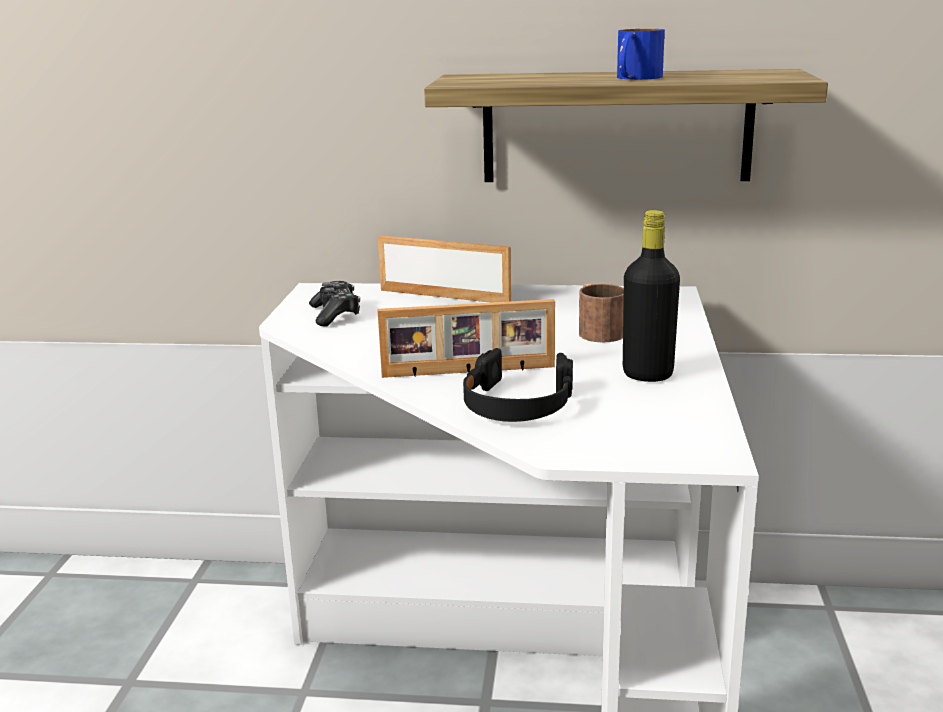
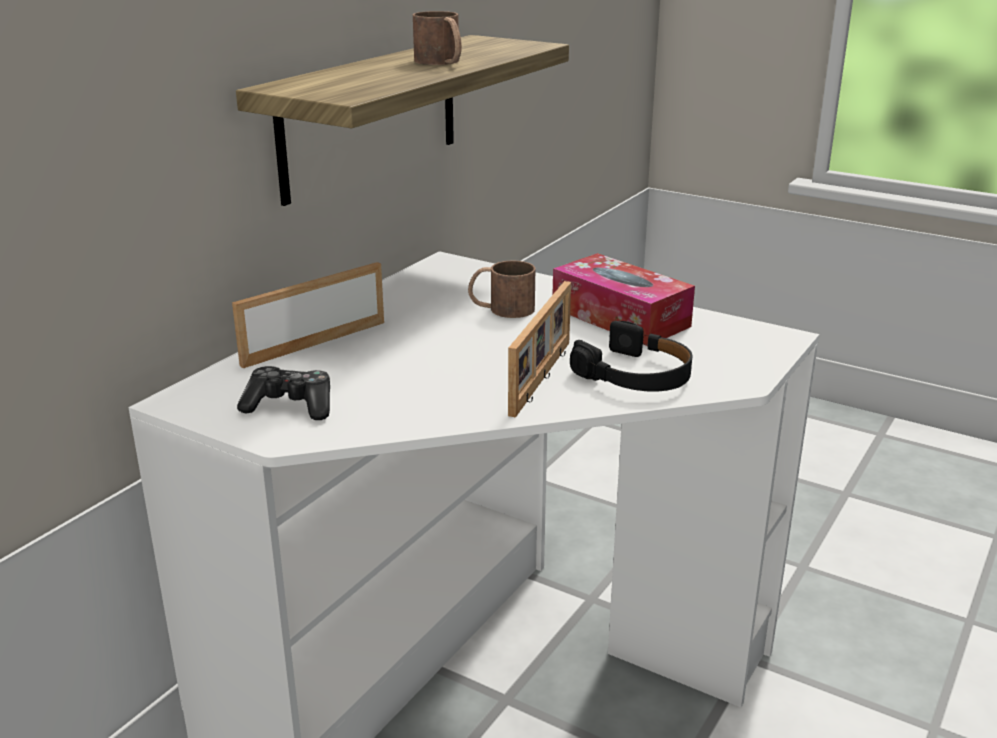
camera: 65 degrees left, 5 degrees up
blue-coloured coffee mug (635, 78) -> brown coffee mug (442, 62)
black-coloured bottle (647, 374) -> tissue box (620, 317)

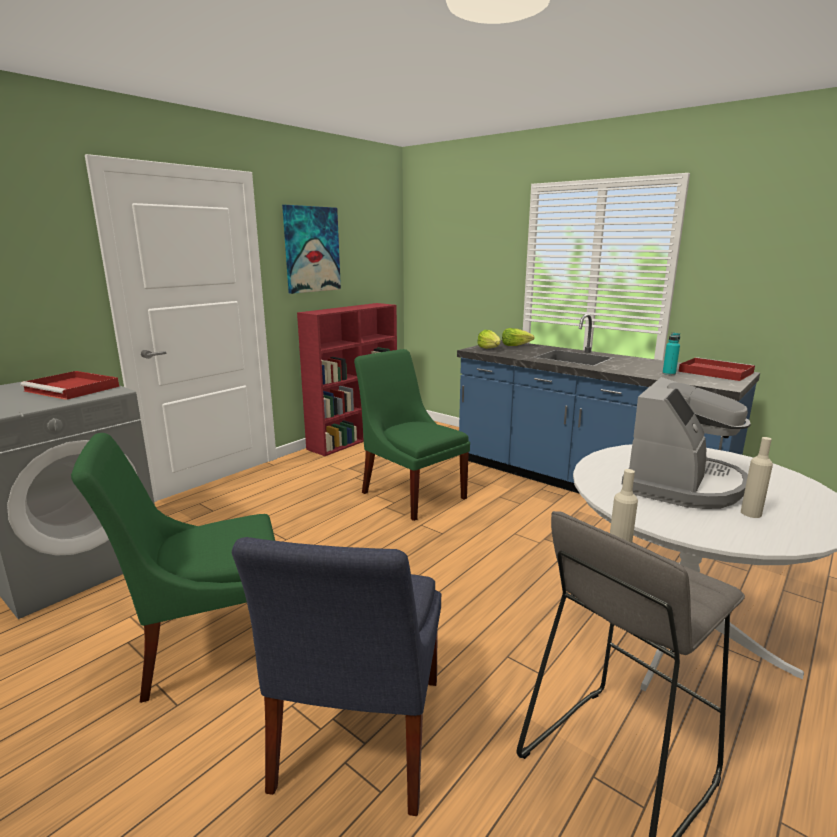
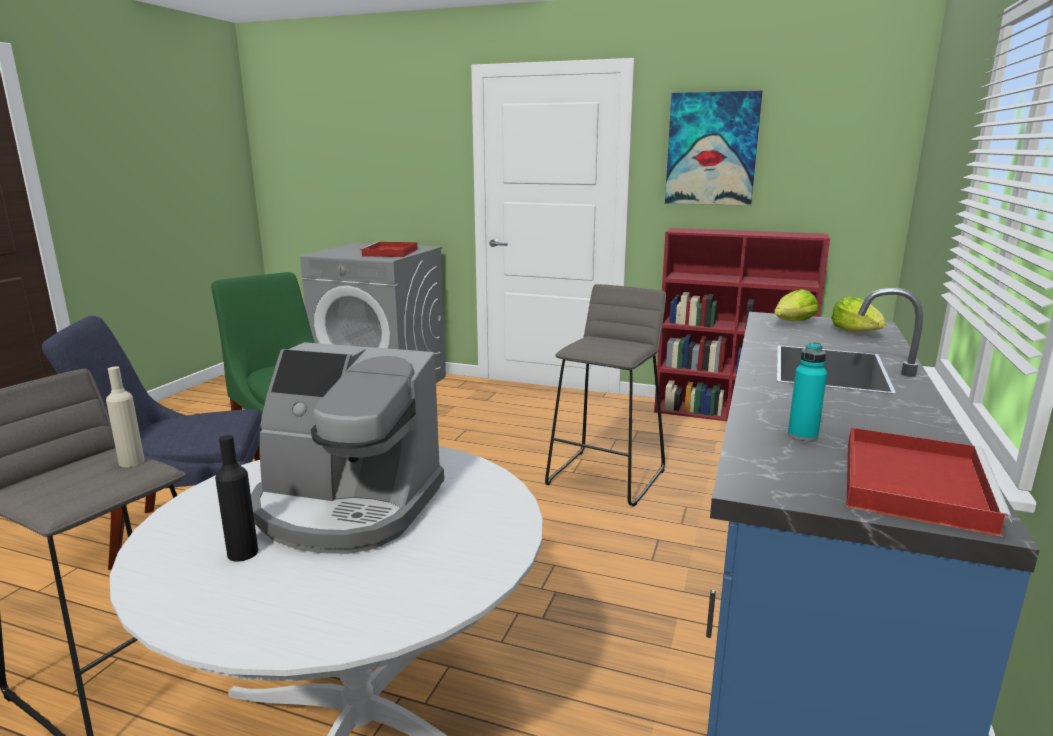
camera: 70 degrees right, 0 degrees up
greenish upright chair (411, 493) -> greyish sitting stool (606, 477)
beige-coloured bottle (751, 513) -> black-coloured bottle (243, 553)

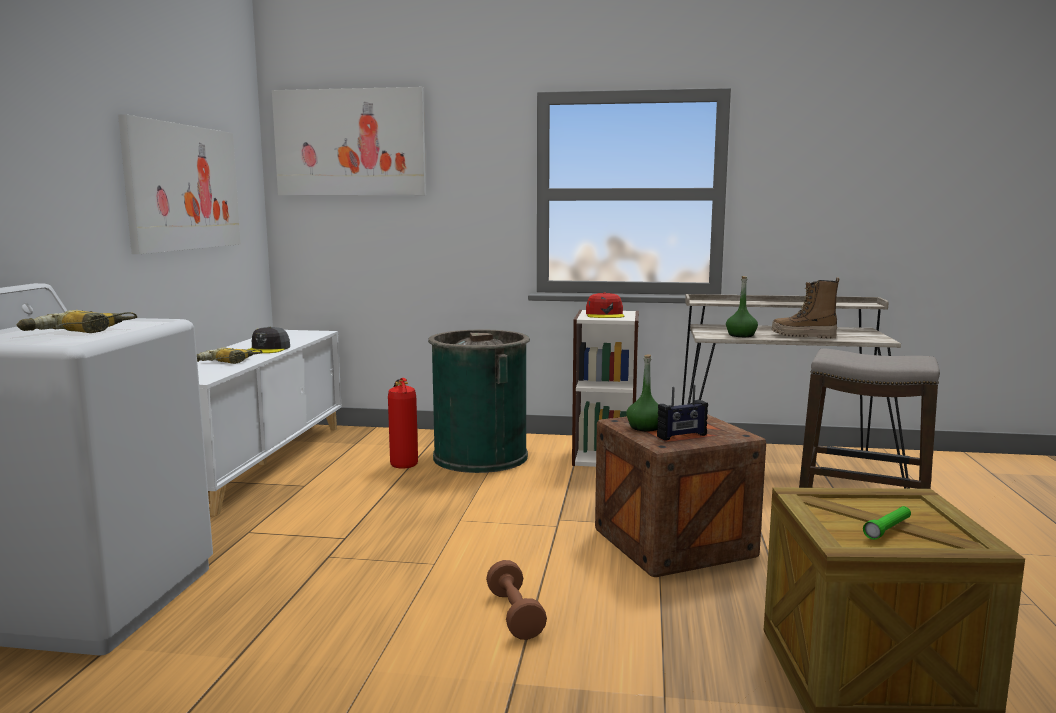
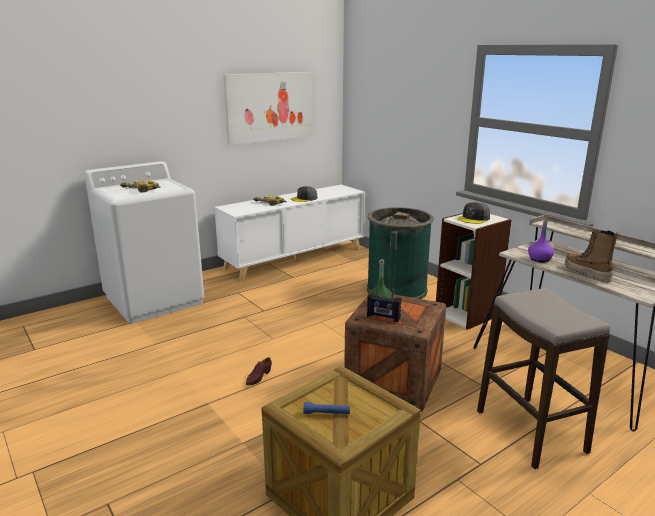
camera: 45 degrees right, 10 degrees up
wall picture (350, 143) -> none
fire-fighting cylinder (402, 459) -> none
brown hand weight (515, 615) -> brown shoe (258, 377)
red baseball cap (605, 315) -> greyish baseball cap (474, 218)
greenish bottle (741, 335) -> purplish bottle (539, 259)
greenish flashlight (887, 529) -> blue-coloured flashlight (326, 413)

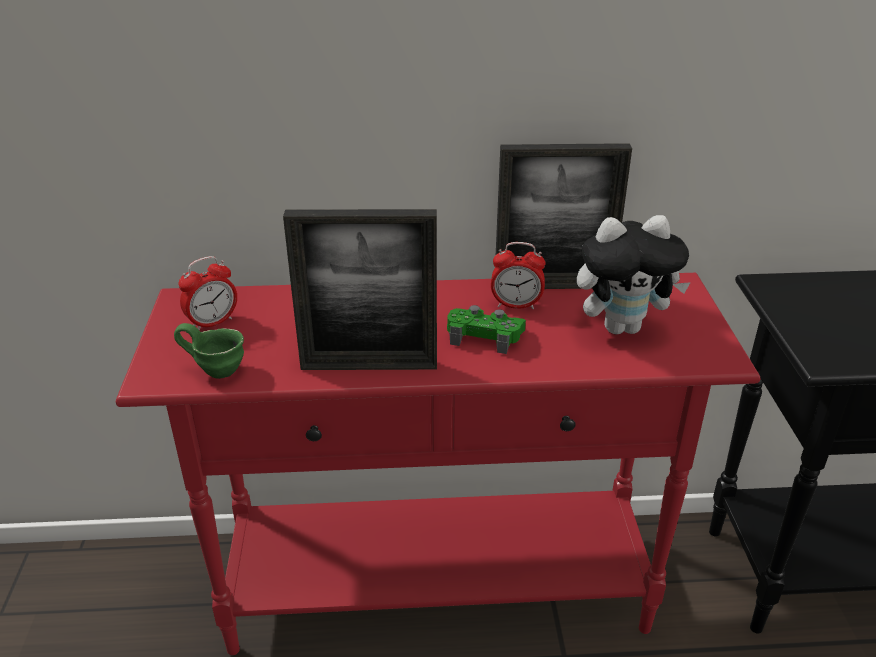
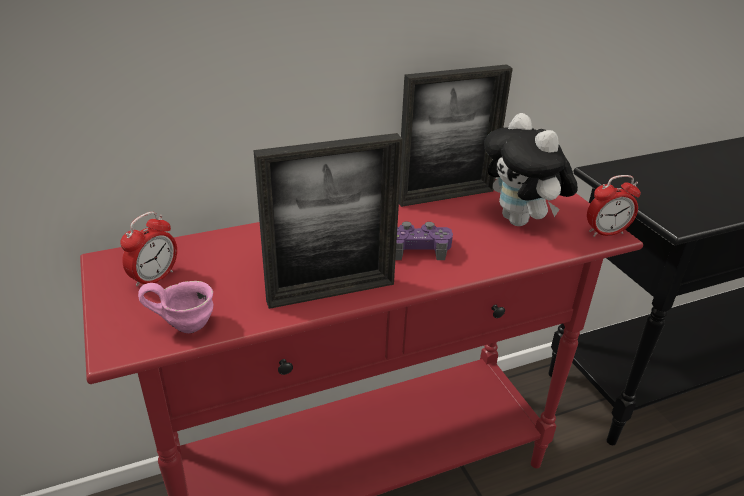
camera: 20 degrees left, 0 degrees up
greenish coffee mug (218, 370) -> pinkish coffee mug (185, 324)
greenish game controller (484, 336) -> purplish game controller (416, 247)
table clock (516, 305) -> table clock (606, 232), relocated
plush toy (622, 327) -> plush toy (521, 221), 90 degrees clockwise

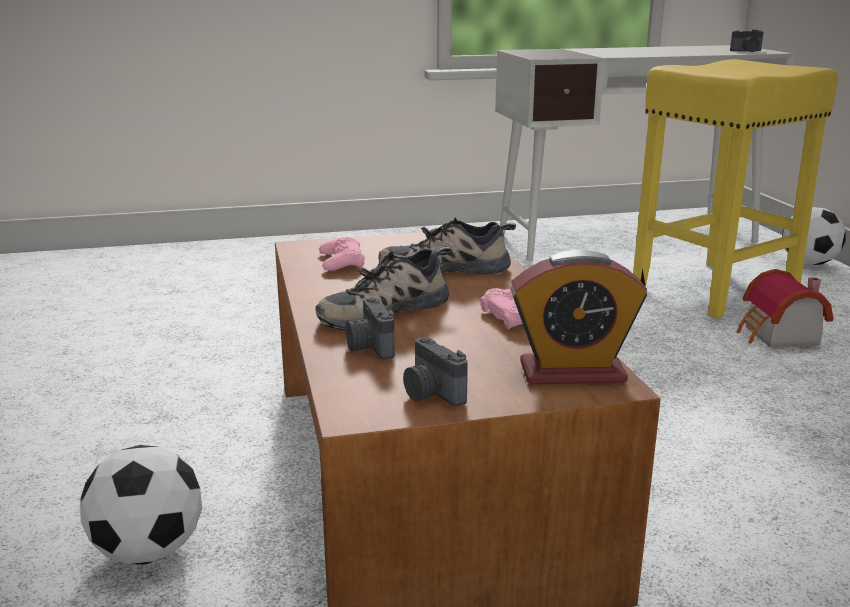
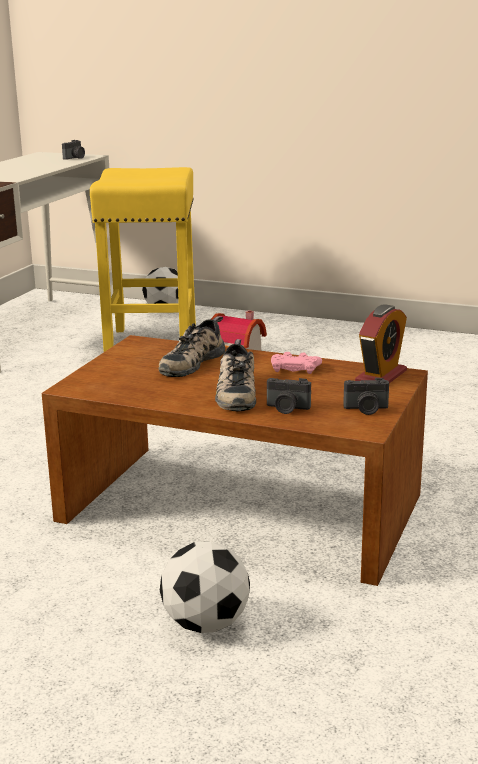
camera: 55 degrees left, 0 degrees up
pinkish game controller (341, 261) -> none

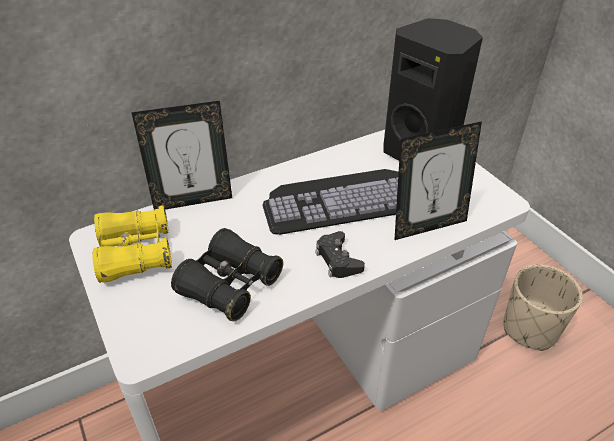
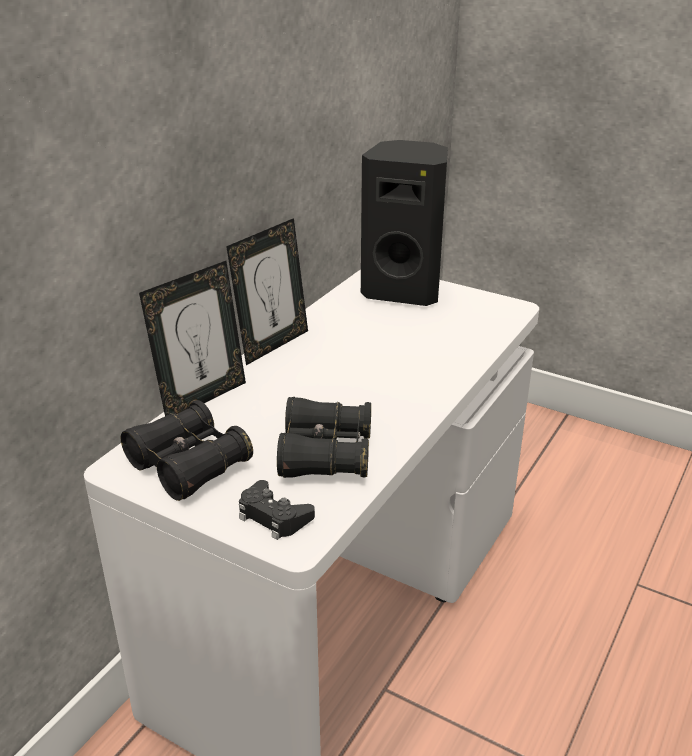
camera: 30 degrees left, 10 degrees down
yellow pair of binoculars (135, 253) -> black-coloured pair of binoculars (188, 465)
keyboard (344, 198) -> none
black-coloured game controller (338, 260) -> black-coloured game controller (273, 516), relocated
photo frame (427, 226) -> photo frame (272, 345), relocated
beige-coloured plant pot (530, 329) -> none

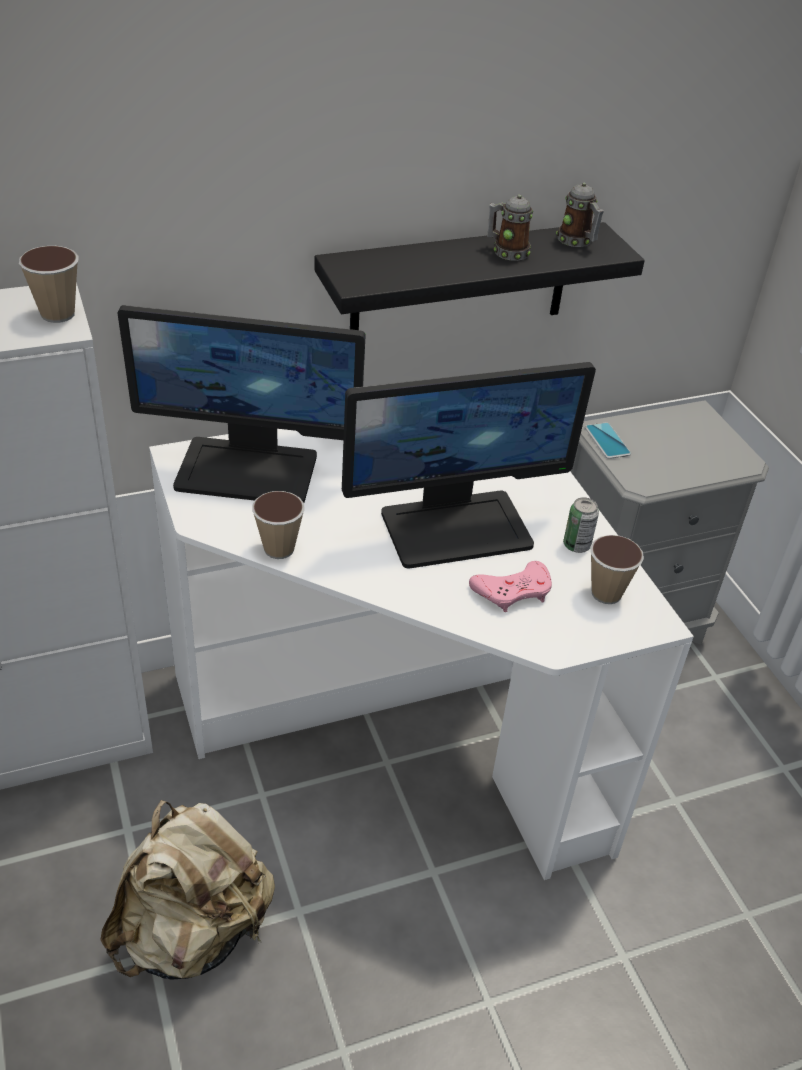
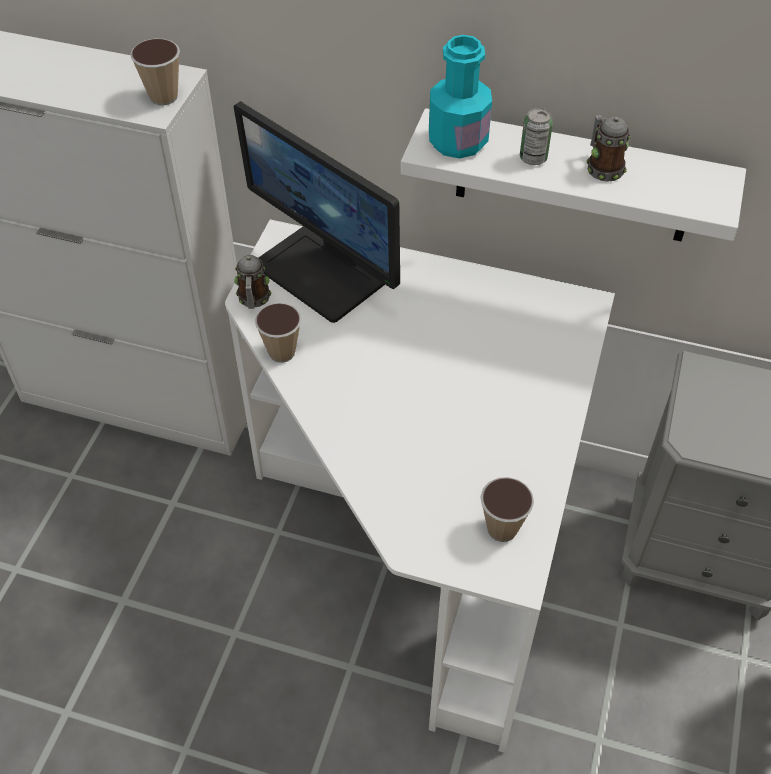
camera: 40 degrees right, 10 degrees up
beige-coloured knapsack (193, 931) -> none
black-coloured bracket shelf (460, 283) -> whitish bracket shelf (573, 178)
computer display (456, 527) -> none
pinkish game controller (513, 591) -> none
coffee mug (577, 242) -> coffee mug (253, 300), relocated
metal can (576, 545) -> metal can (533, 158), relocated
telephone (607, 441) -> none
none -> blue-green bottle (457, 141)

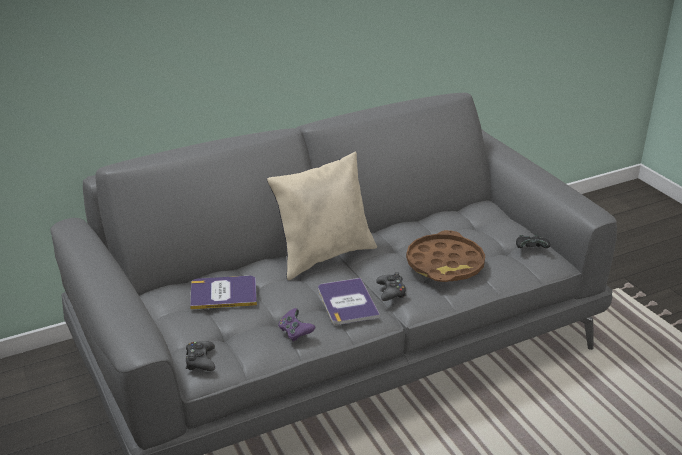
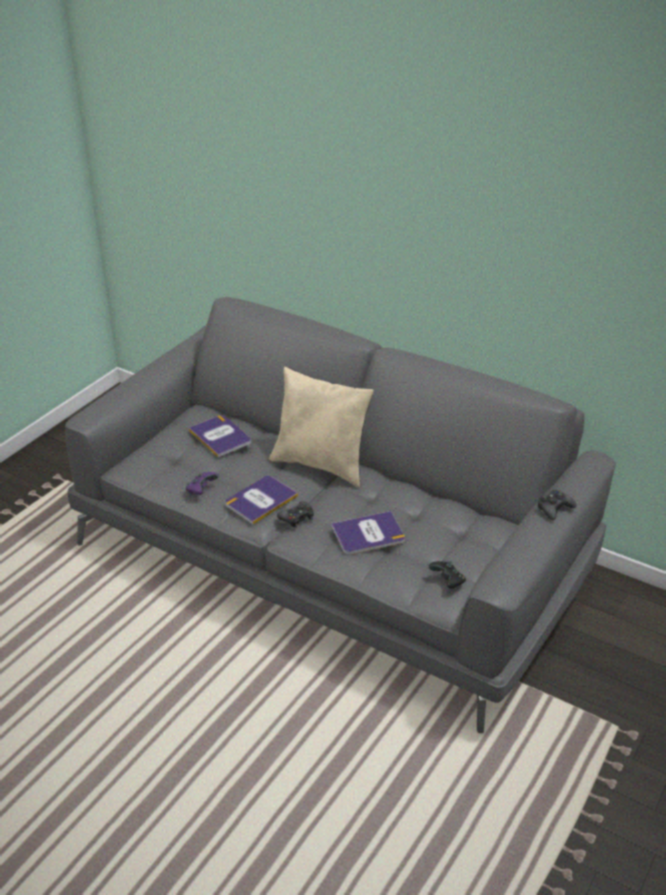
camera: 60 degrees right, 5 degrees up
black-coloured game controller (200, 361) -> black-coloured game controller (554, 508), relocated
brown tray (445, 264) -> volume (368, 534)

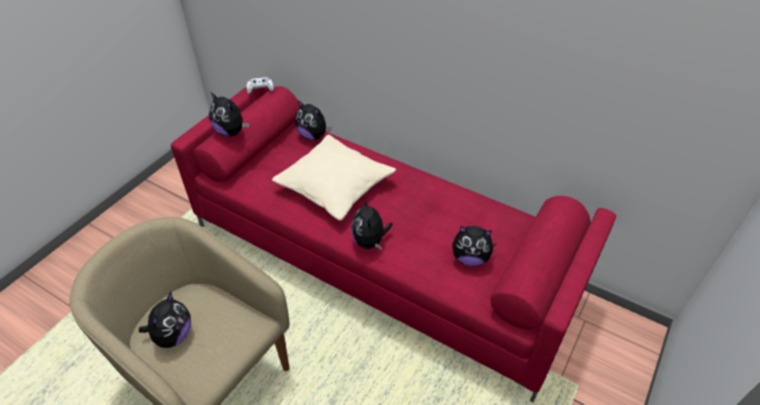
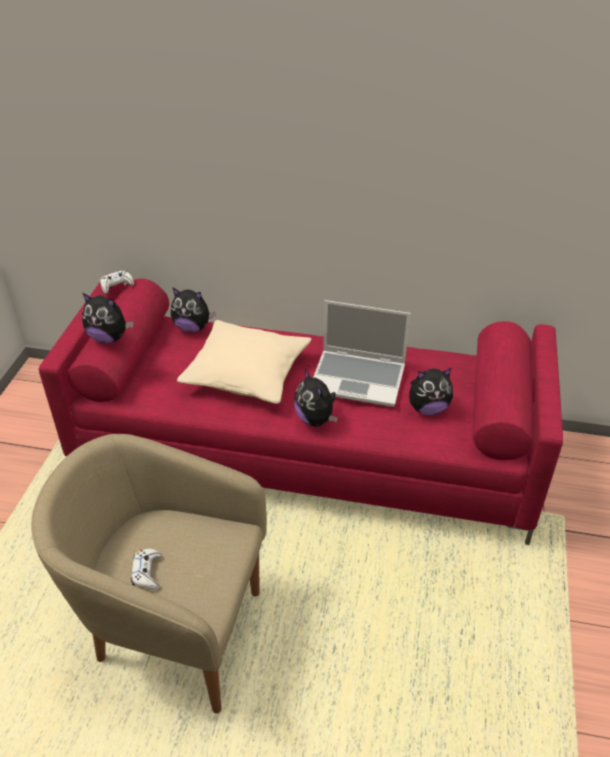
camera: 20 degrees left, 5 degrees down
plush toy (173, 335) -> whitish game controller (147, 573)
none -> portable computer (359, 379)

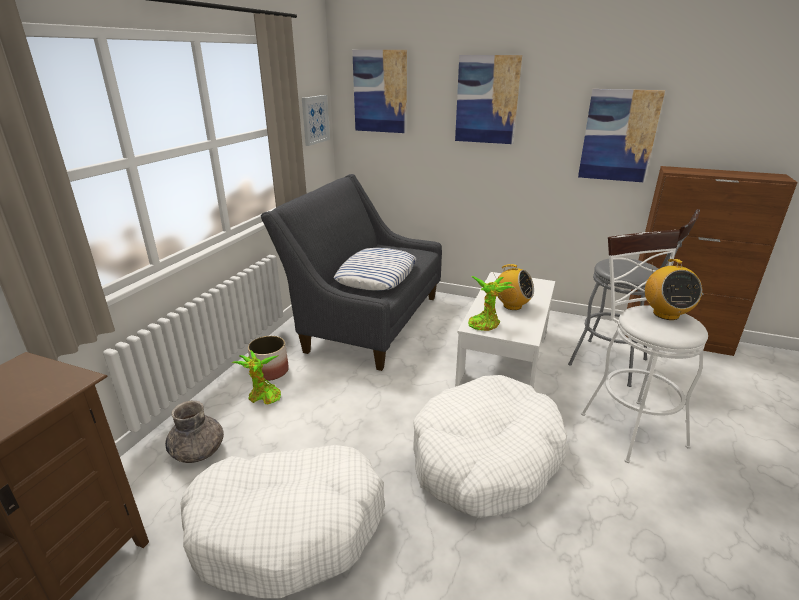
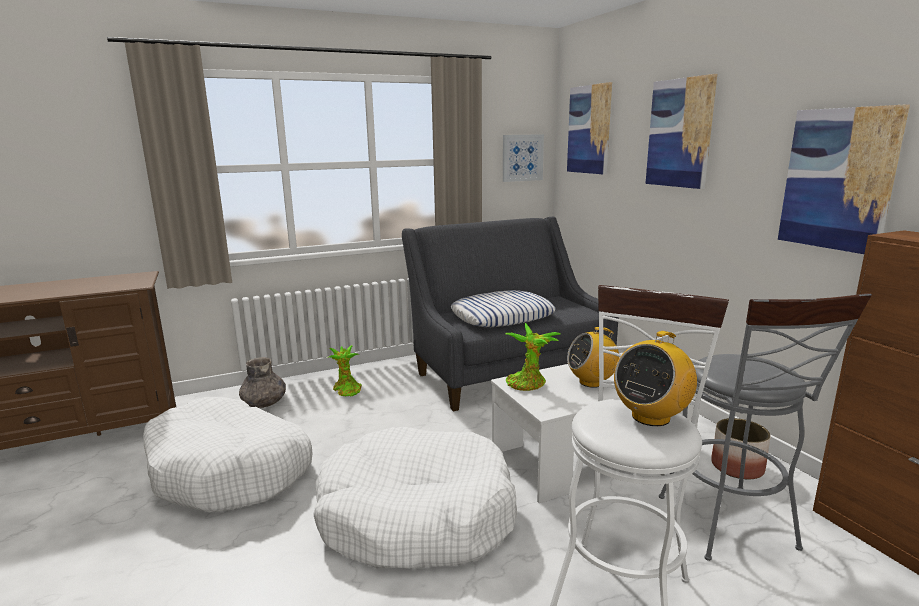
camera: 45 degrees right, 10 degrees down
plant pot (270, 371) -> plant pot (737, 467), relocated
radio set (512, 306) -> radio set (591, 382), 90 degrees clockwise

